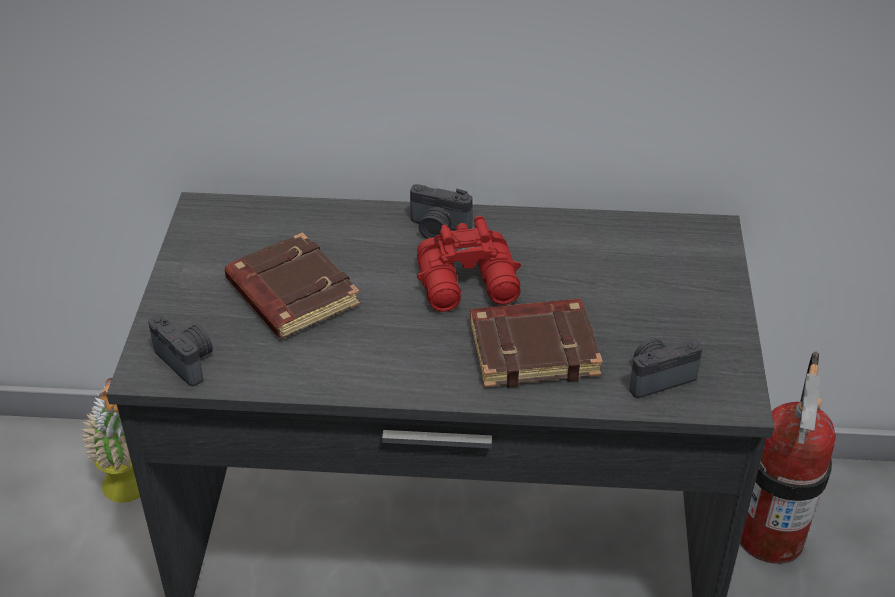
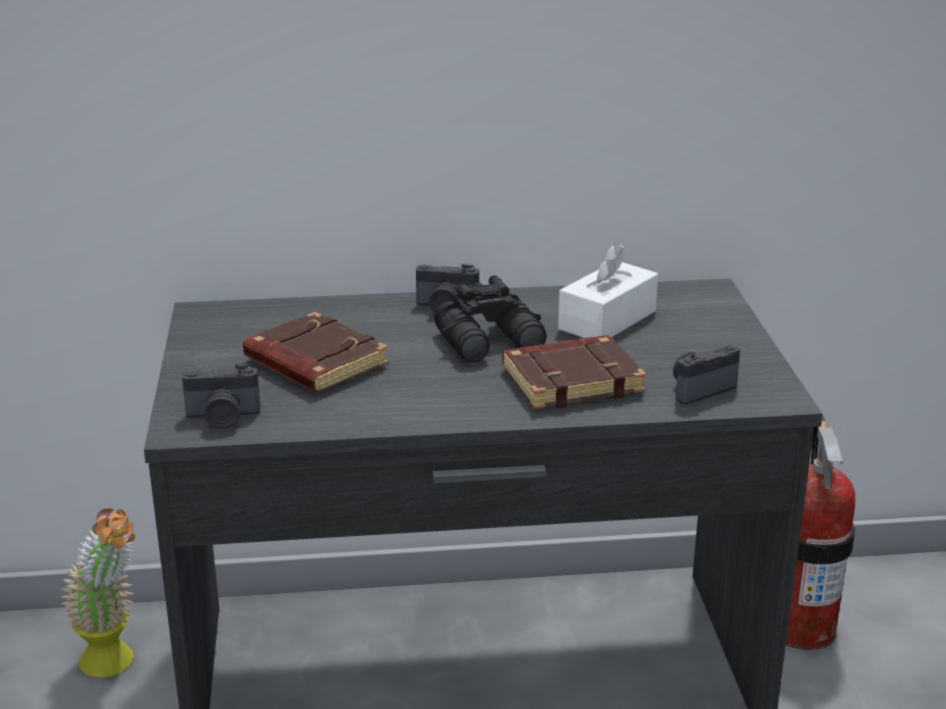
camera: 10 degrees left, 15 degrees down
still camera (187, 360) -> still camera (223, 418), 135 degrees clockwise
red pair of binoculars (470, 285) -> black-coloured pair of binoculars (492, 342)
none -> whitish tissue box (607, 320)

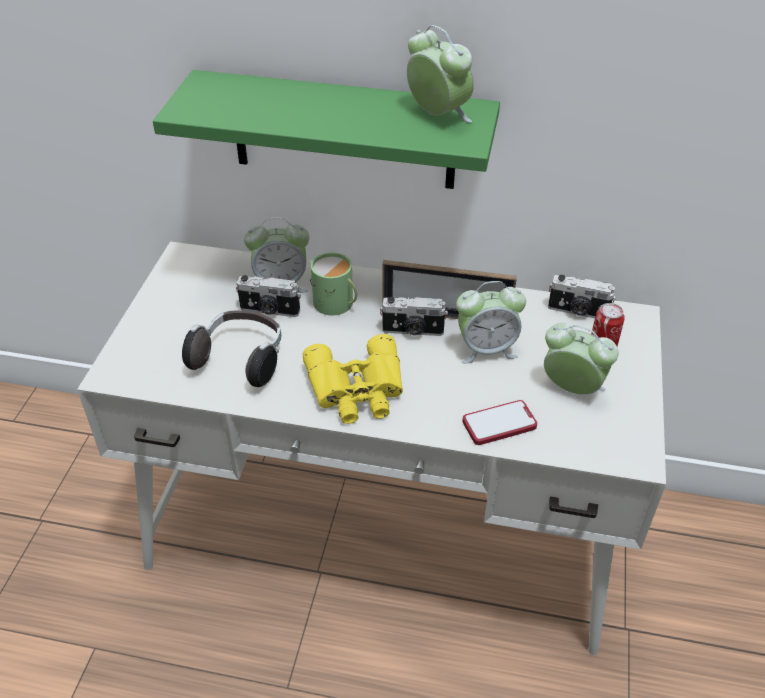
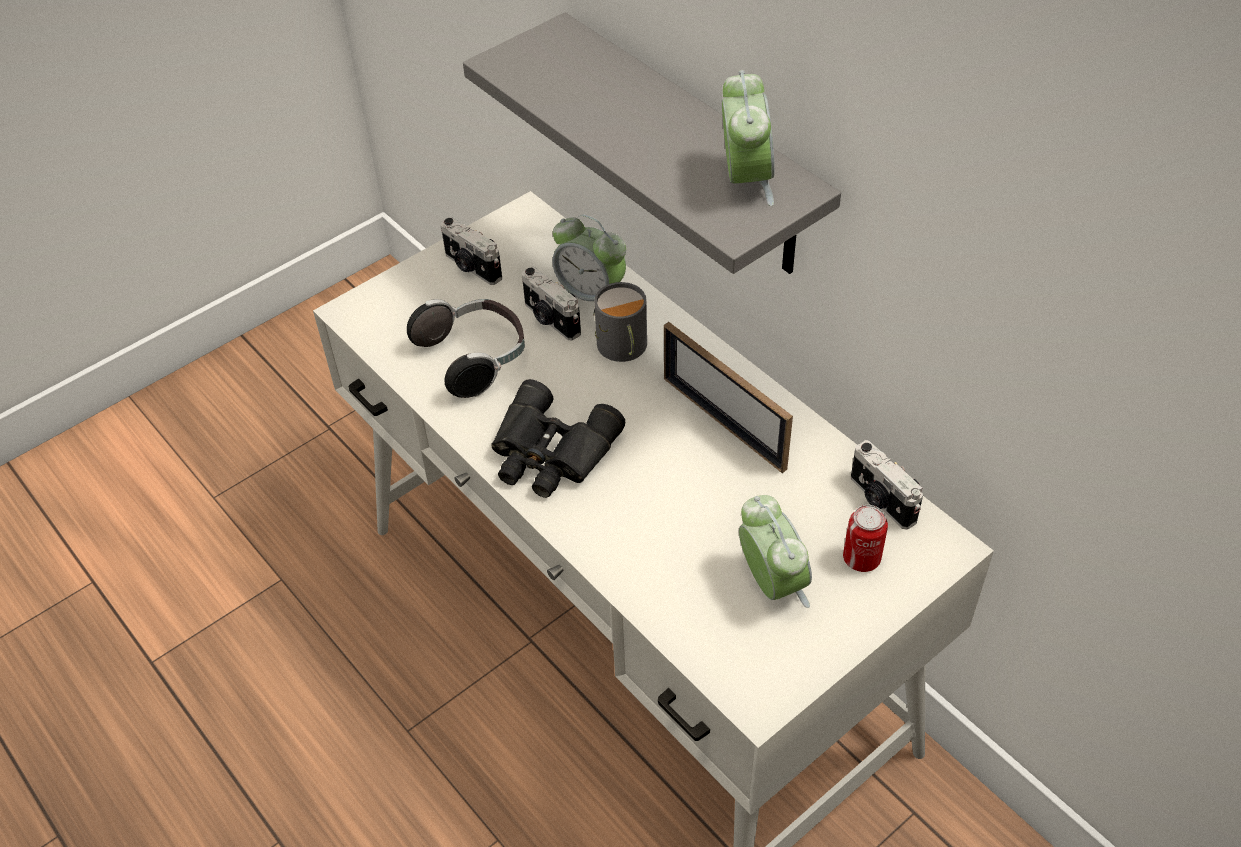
camera: 40 degrees right, 5 degrees up
greenish bracket shelf (343, 131) -> greyish bracket shelf (692, 149)
yellow pair of binoculars (357, 389) -> black-coloured pair of binoculars (550, 453)
greenish coffee mug (336, 304) -> greyish coffee mug (623, 347)
still camera (413, 331) -> still camera (471, 267), relocated
table clock (486, 349) -> none
telephone (499, 424) -> none

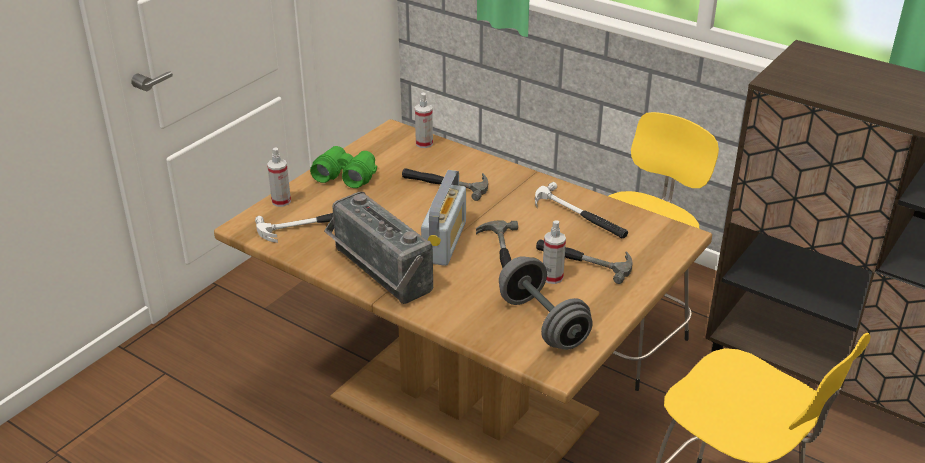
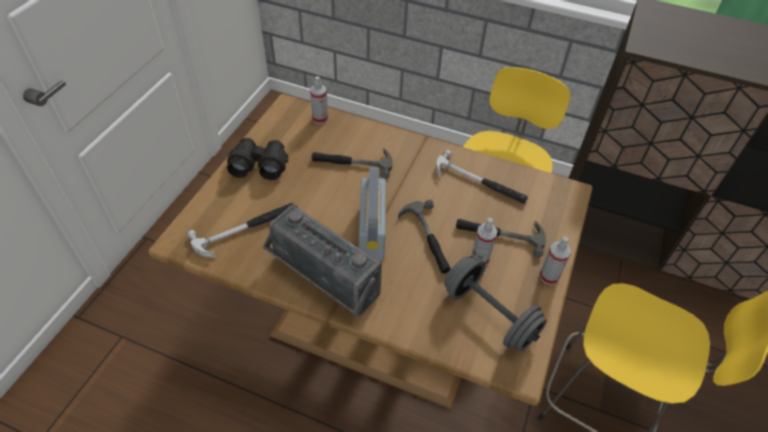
camera: 15 degrees left, 15 degrees up
hand sprayer (281, 201) -> hand sprayer (549, 276), relocated
greenish pair of binoculars (345, 175) -> black-coloured pair of binoculars (259, 165)

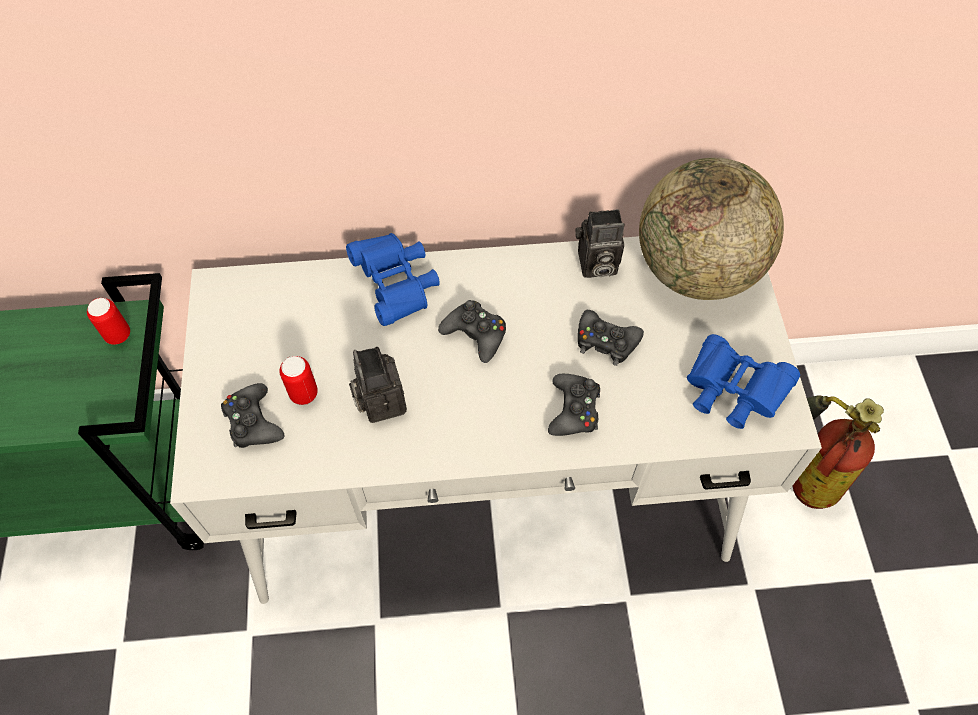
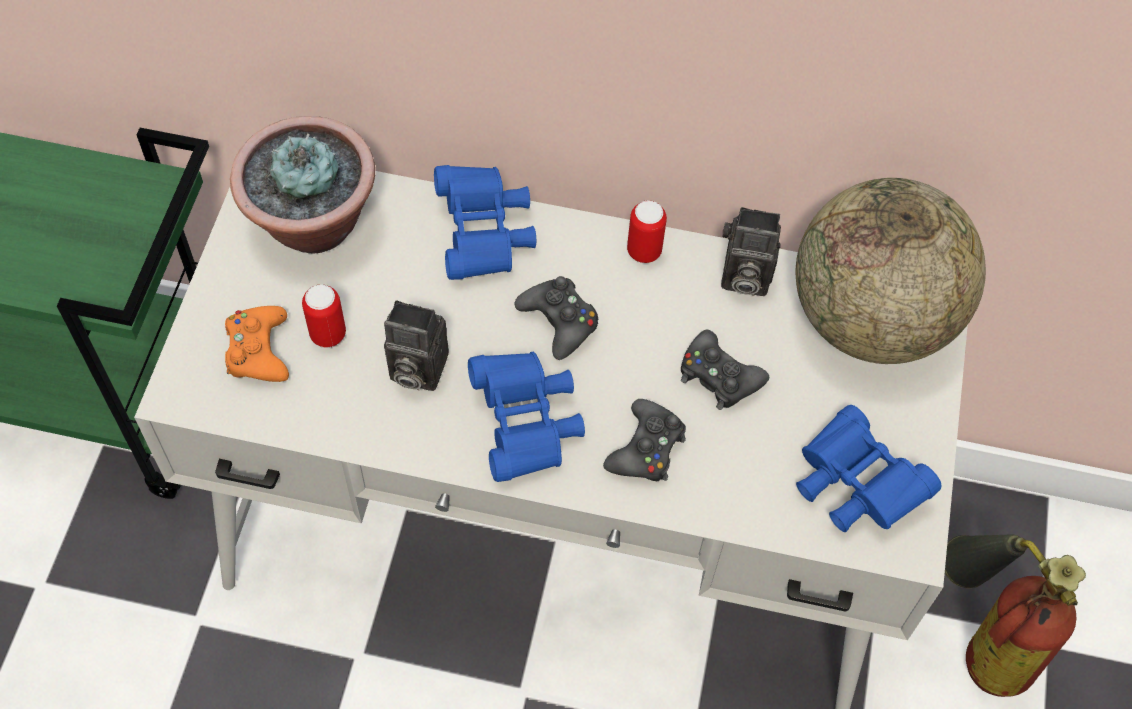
camera: 15 degrees right, 0 degrees up
metal can (118, 335) -> metal can (644, 251), relocated
black-coloured game controller (253, 422) -> orange-coloured game controller (258, 351)
still camera (379, 401) -> still camera (414, 369), 75 degrees counterclockwise
none -> plant in a pot (312, 224)
none -> blue-coloured pair of binoculars (526, 425)

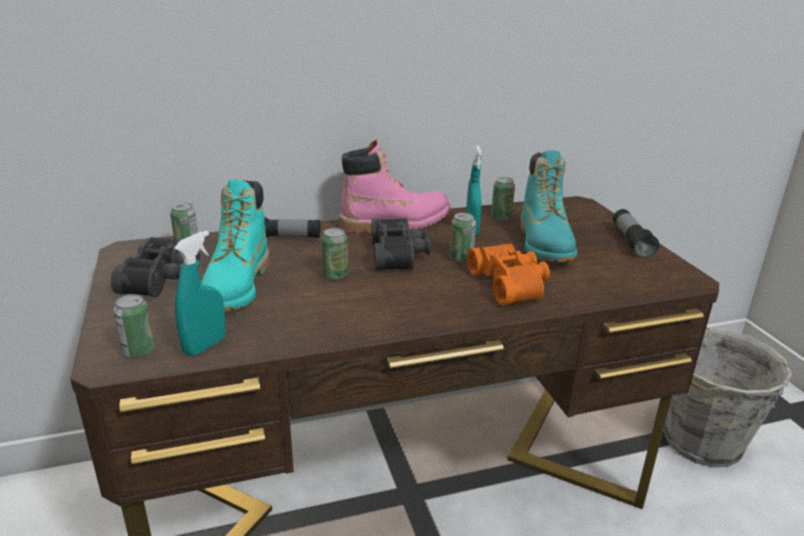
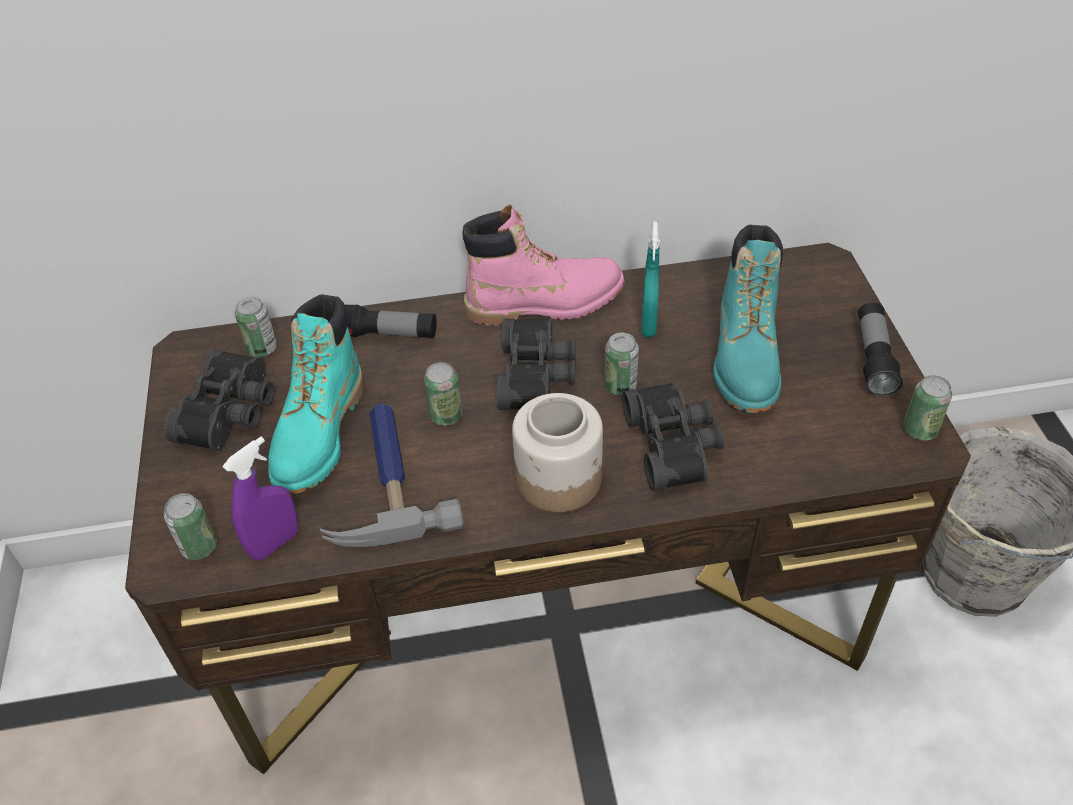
camera: 10 degrees right, 20 degrees up
blue-green hand sprayer (205, 346) -> purplish hand sprayer (275, 543)
orange-coloured pair of binoculars (510, 284) -> black-coloured pair of binoculars (674, 445)
metal can (501, 217) -> metal can (920, 430), relocated
none -> hand hammer (385, 480)
none -> jar (560, 478)

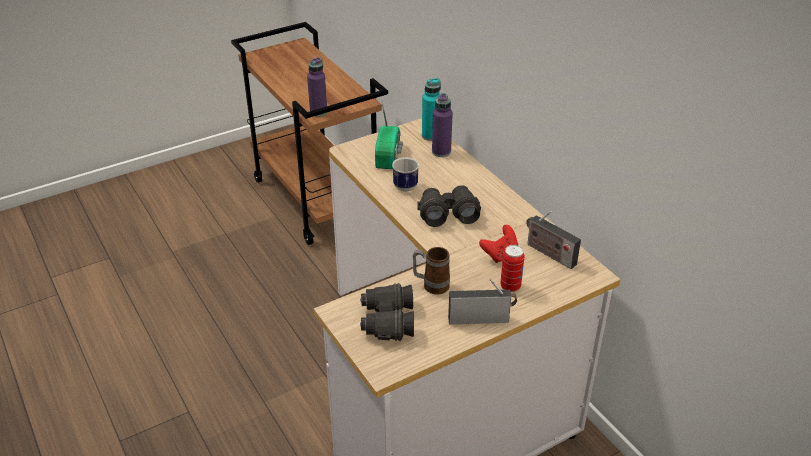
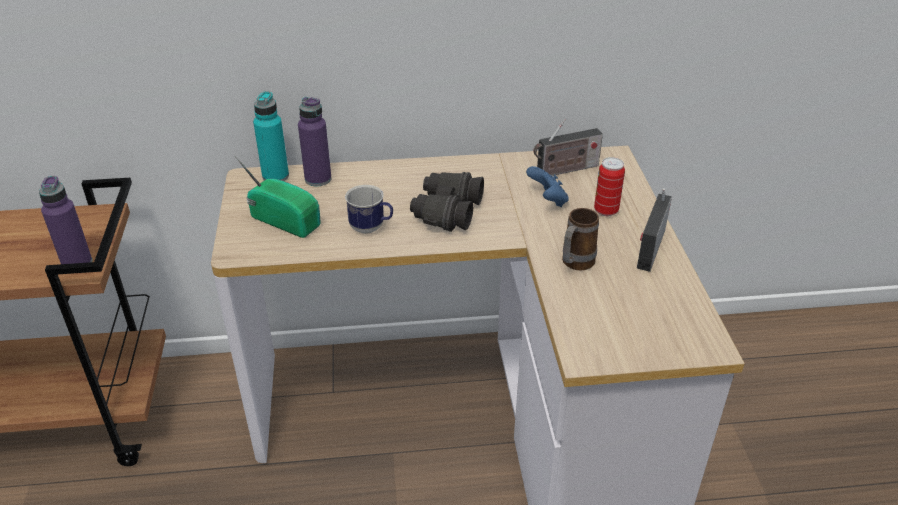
camera: 65 degrees left, 0 degrees up
black-coloured pair of binoculars (387, 321) -> none
red game controller (500, 254) -> blue-coloured game controller (547, 200)

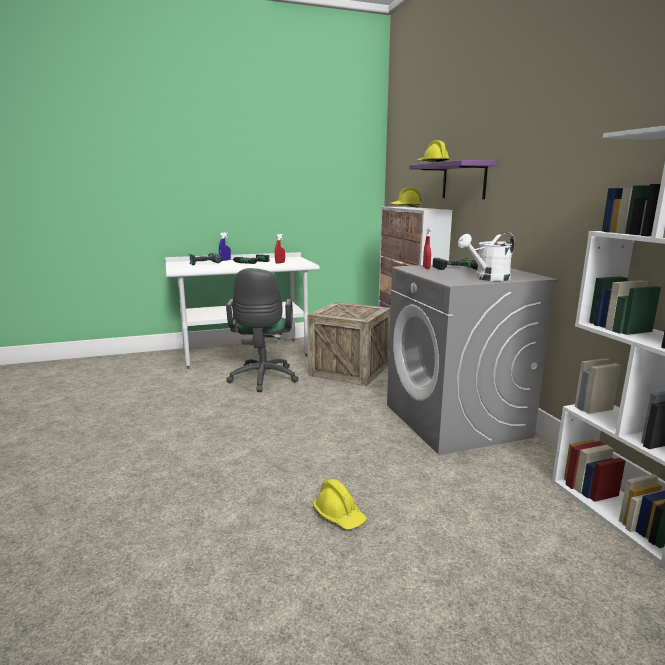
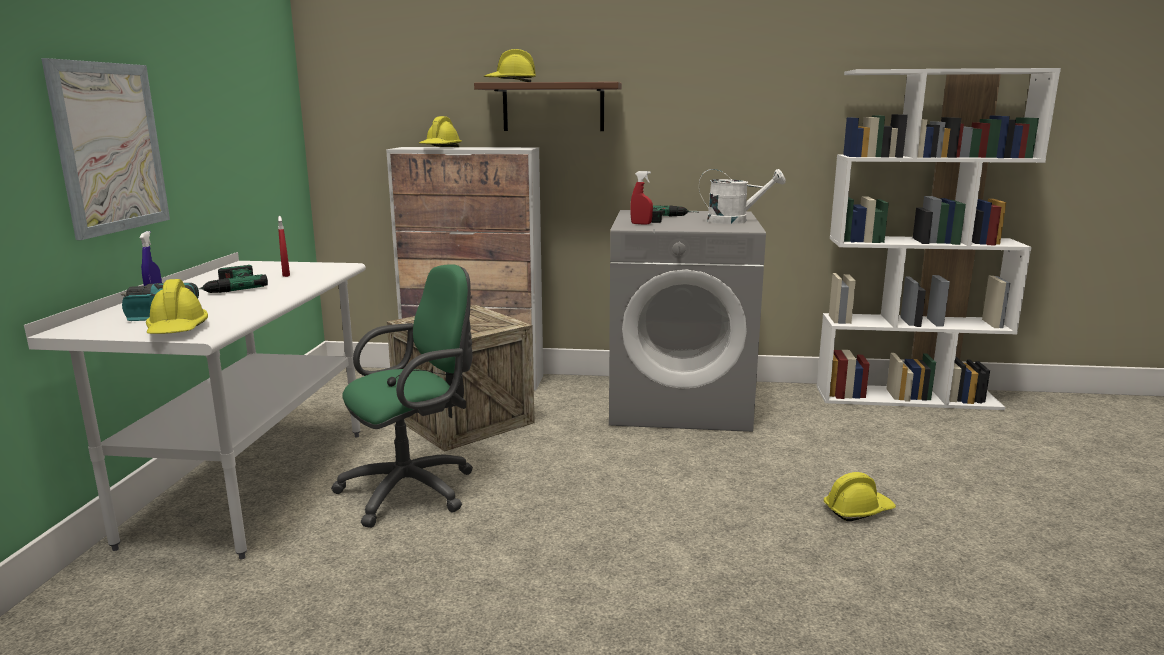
camera: 65 degrees left, 0 degrees up
greenish computer chair (263, 379) -> greenish computer chair (415, 489), 60 degrees counterclockwise
purplish bracket shelf (464, 181) -> brown bracket shelf (553, 107)
whitish watering pot (488, 279) -> whitish watering pot (735, 221), 75 degrees counterclockwise
none -> wall picture (110, 148)
none -> yellow hard hat (178, 330)

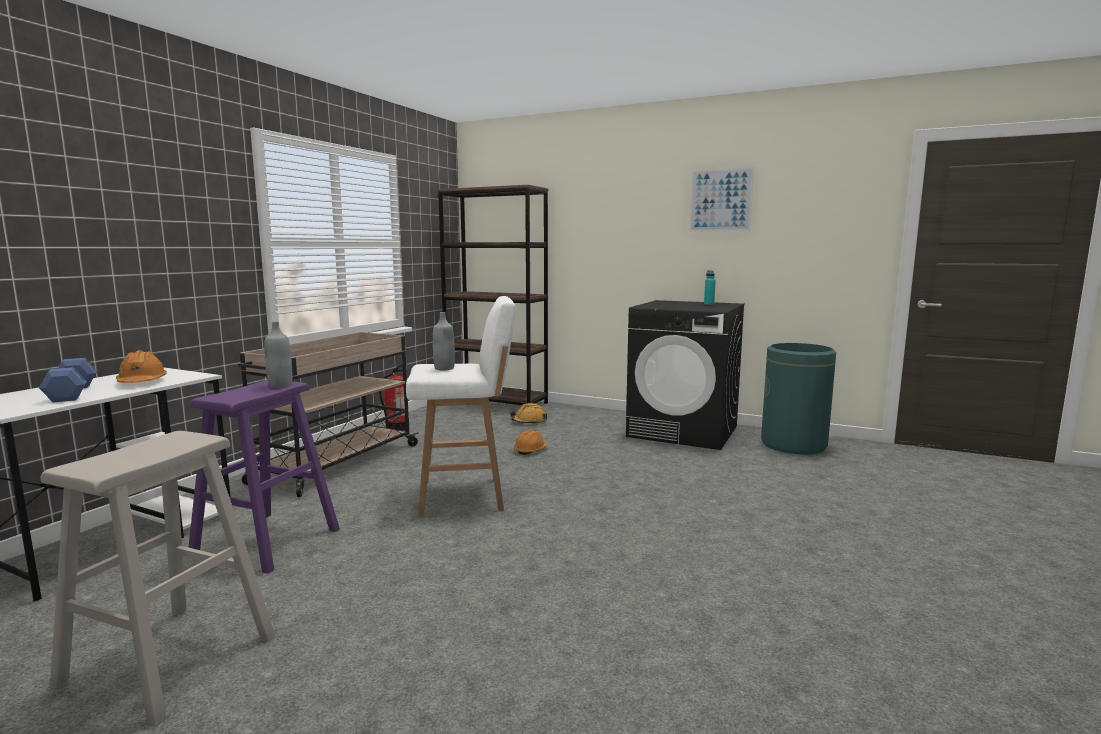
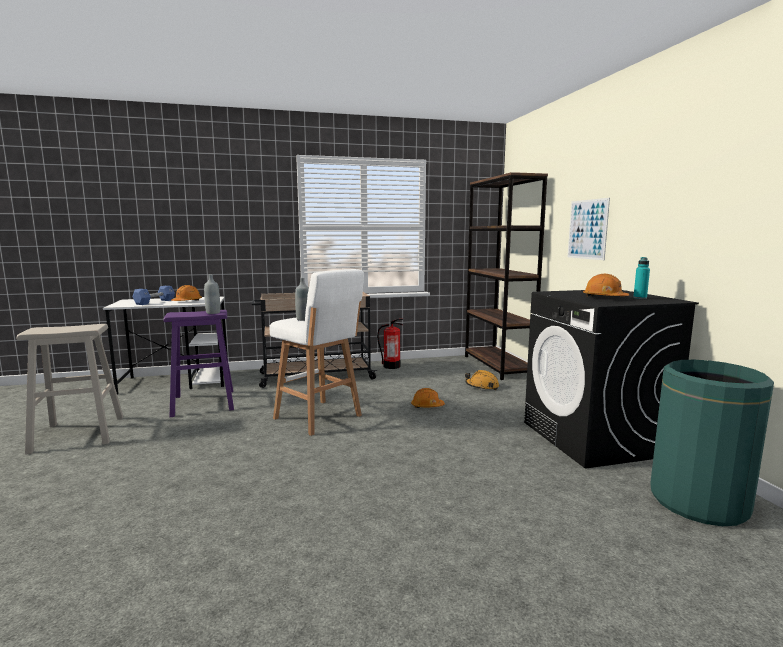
camera: 50 degrees right, 0 degrees up
wall picture (720, 200) -> wall picture (587, 229), relocated
none -> orange-coloured hard hat (604, 298)

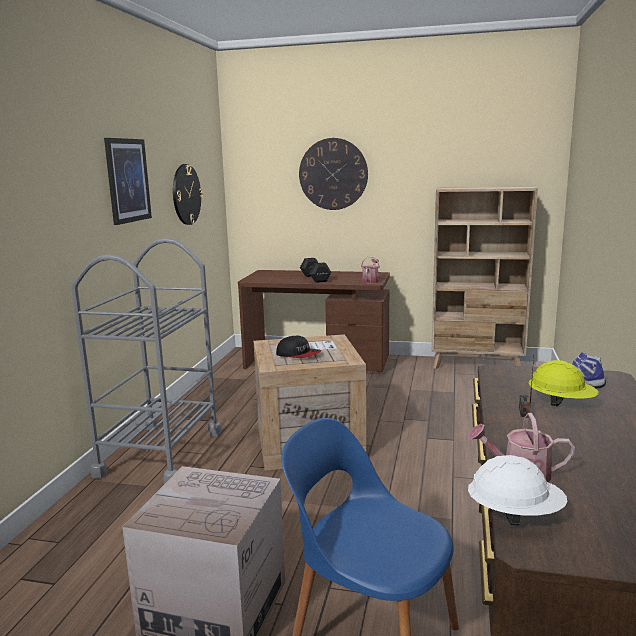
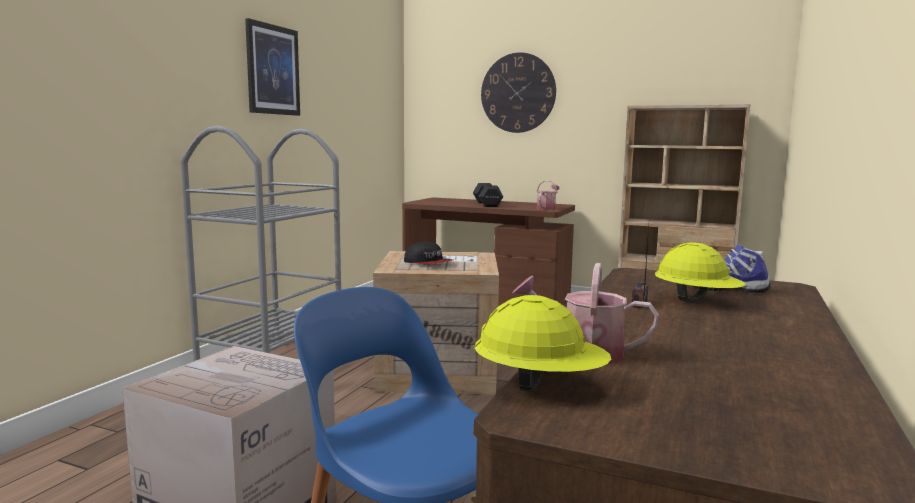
camera: 10 degrees right, 5 degrees down
wall clock (186, 194) -> none
whitish hard hat (515, 515) -> yellow hard hat (540, 384)

